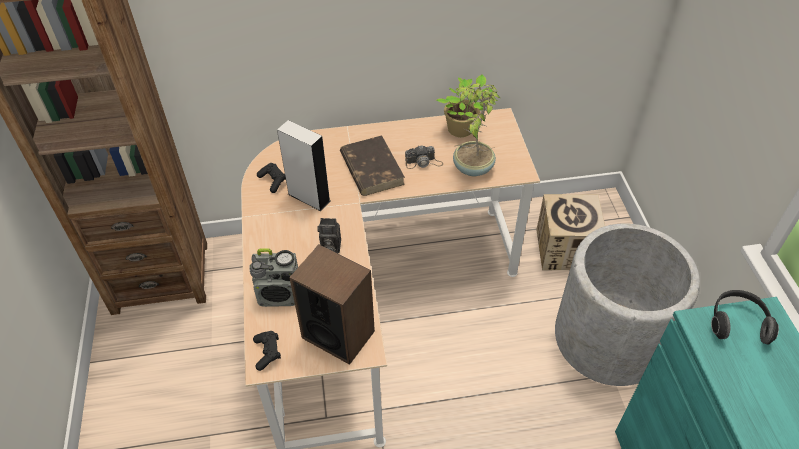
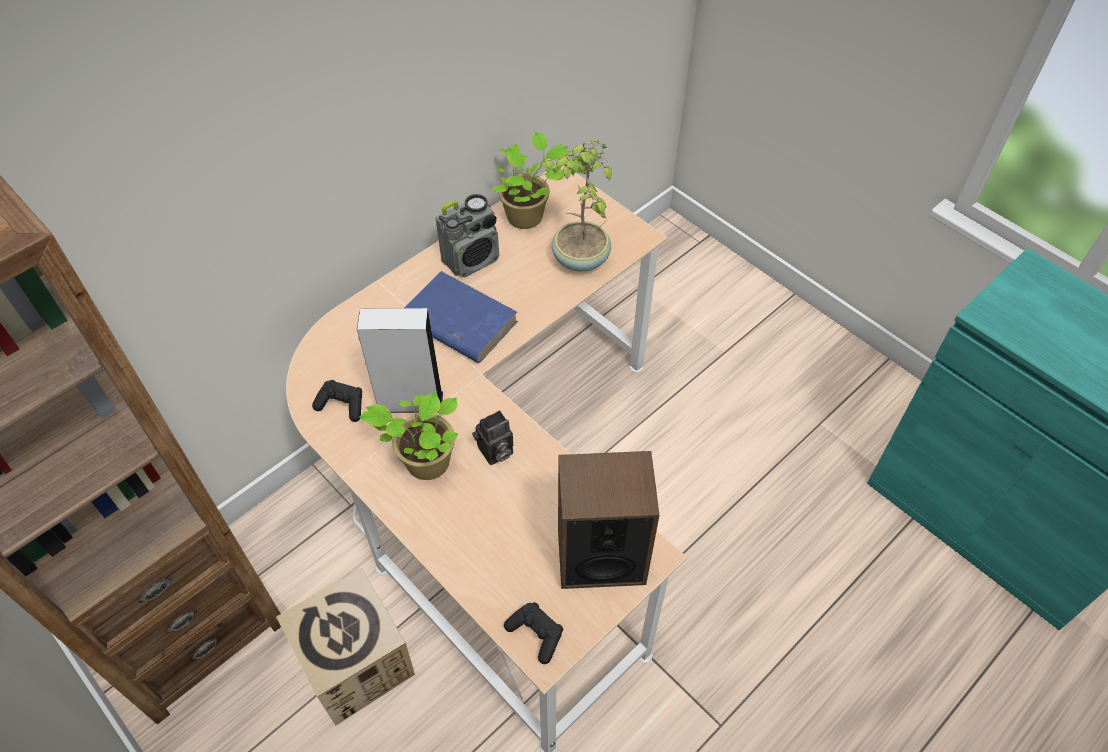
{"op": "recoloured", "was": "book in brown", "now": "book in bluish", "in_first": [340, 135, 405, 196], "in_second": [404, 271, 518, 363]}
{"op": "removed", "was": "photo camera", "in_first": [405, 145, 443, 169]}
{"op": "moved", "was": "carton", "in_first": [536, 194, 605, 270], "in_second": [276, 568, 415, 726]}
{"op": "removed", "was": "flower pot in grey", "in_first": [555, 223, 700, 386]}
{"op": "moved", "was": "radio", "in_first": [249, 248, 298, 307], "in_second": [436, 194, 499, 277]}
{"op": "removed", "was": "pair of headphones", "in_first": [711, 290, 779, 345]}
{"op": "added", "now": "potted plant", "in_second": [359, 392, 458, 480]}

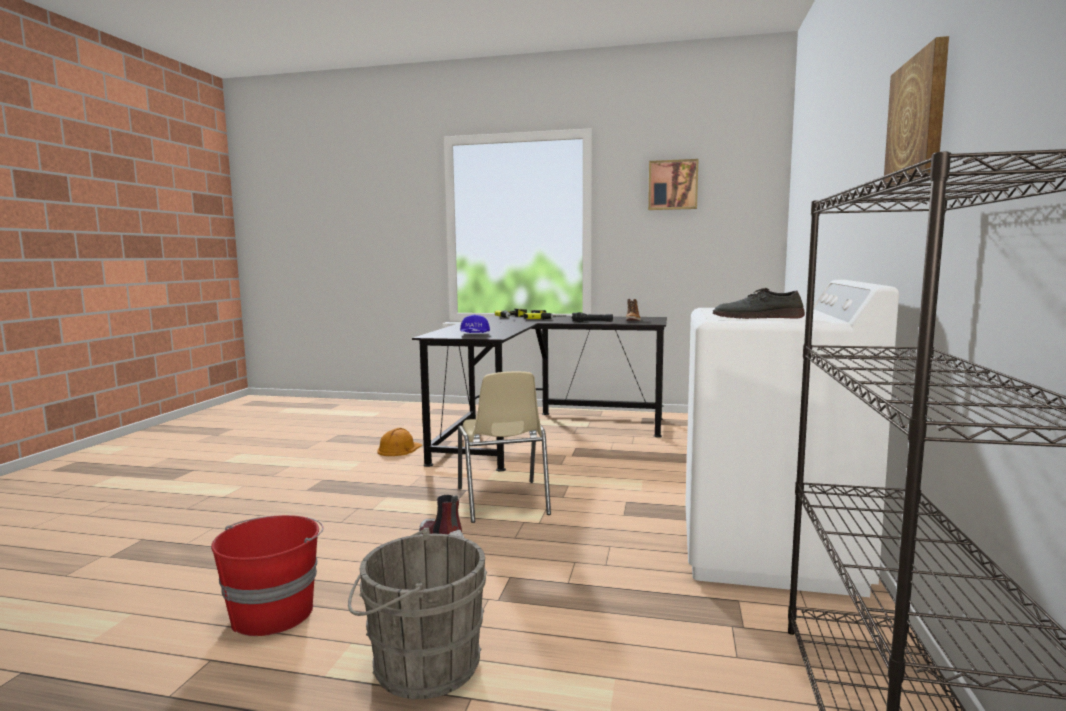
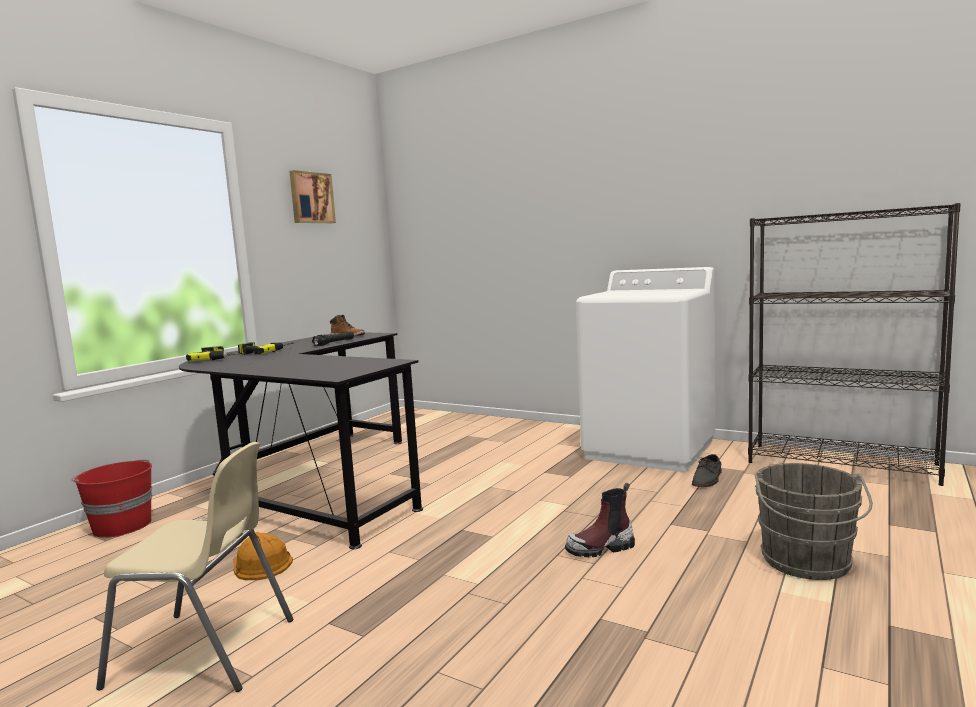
{"op": "removed", "was": "wall art", "in_first": [883, 36, 949, 189]}
{"op": "moved", "was": "shoe in grey", "in_first": [713, 288, 805, 319], "in_second": [692, 454, 722, 487]}
{"op": "removed", "was": "baseball cap in bluish", "in_first": [460, 315, 490, 333]}
{"op": "moved", "was": "chair in sand-coloured", "in_first": [458, 371, 551, 523], "in_second": [96, 442, 293, 692]}
{"op": "moved", "was": "water bucket in red-coloured", "in_first": [211, 515, 324, 636], "in_second": [72, 460, 152, 538]}

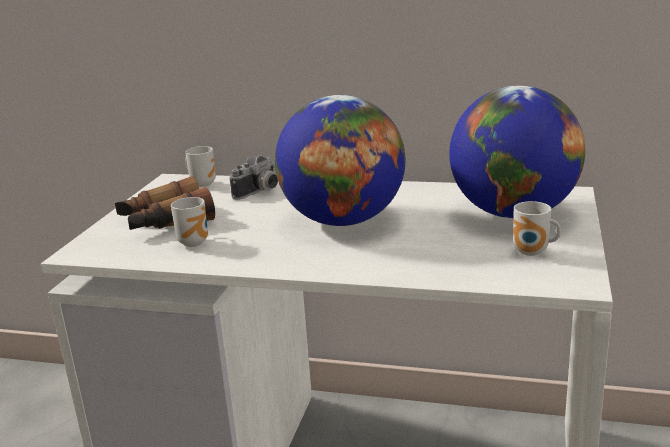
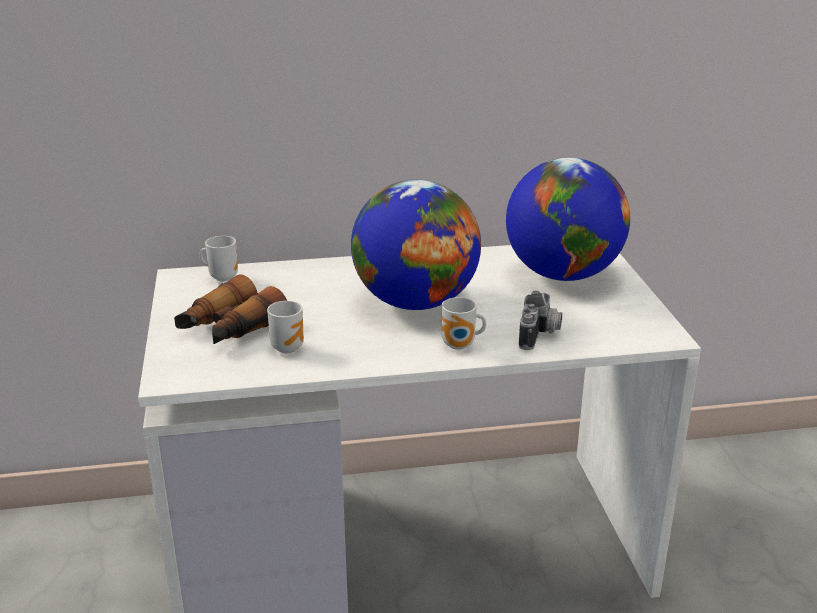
{"op": "moved", "was": "photo camera", "in_first": [229, 155, 278, 200], "in_second": [519, 291, 562, 350]}
{"op": "moved", "was": "coffee mug", "in_first": [513, 201, 561, 256], "in_second": [442, 297, 486, 350]}

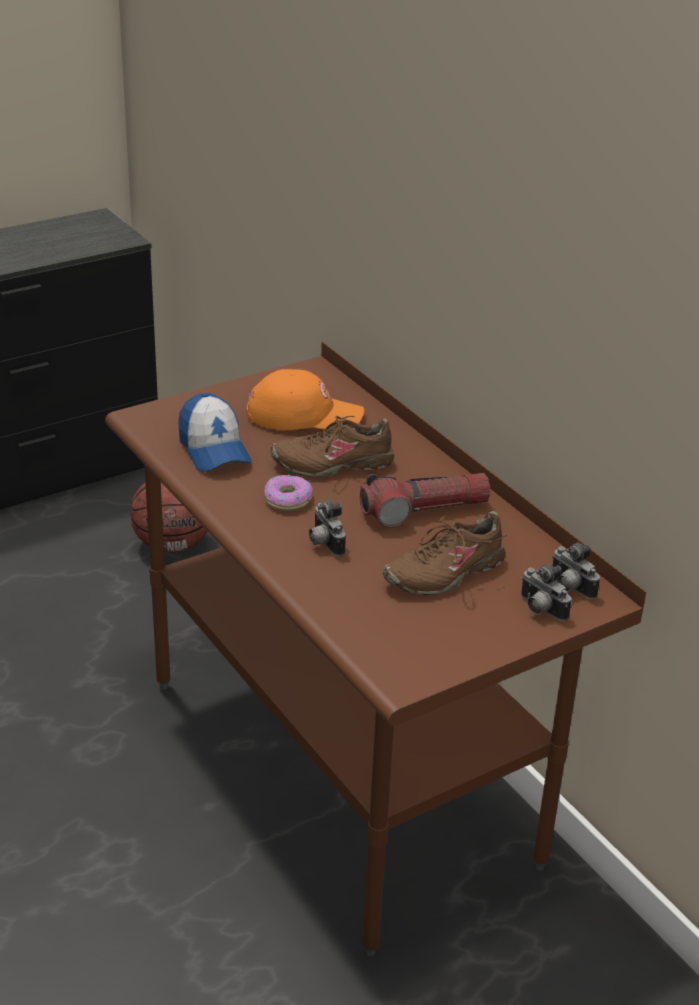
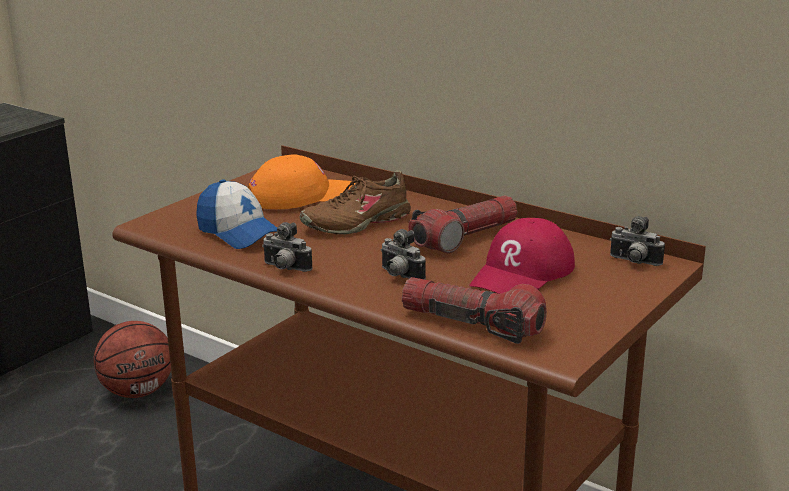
{"op": "removed", "was": "doughnut", "in_first": [264, 475, 313, 511]}
{"op": "replaced", "was": "shoe in brown", "now": "baseball cap in red-coloured", "in_first": [382, 511, 507, 595], "in_second": [469, 218, 575, 294]}
{"op": "moved", "was": "photo camera", "in_first": [521, 564, 572, 621], "in_second": [262, 222, 312, 272]}
{"op": "added", "now": "hand torch", "in_second": [402, 277, 547, 344]}

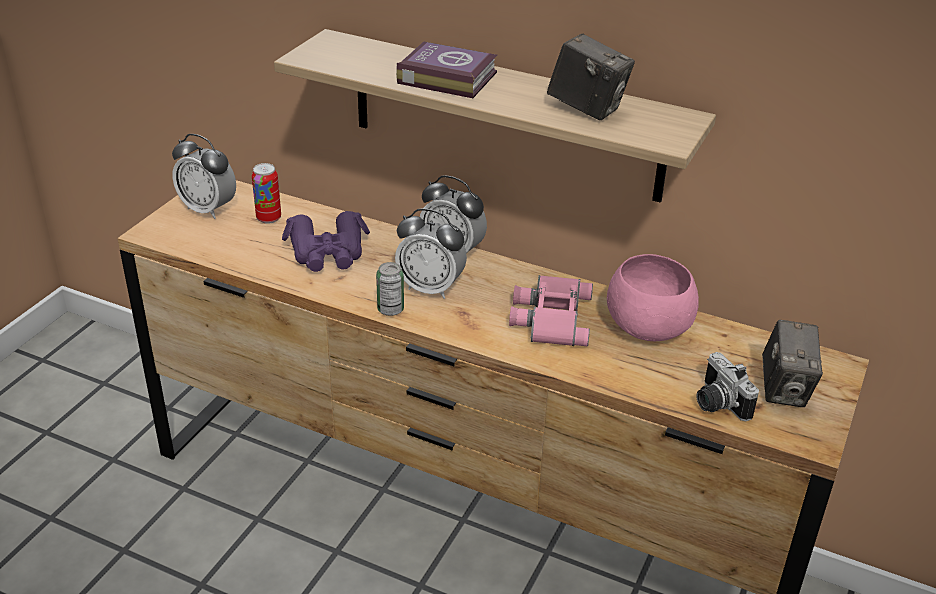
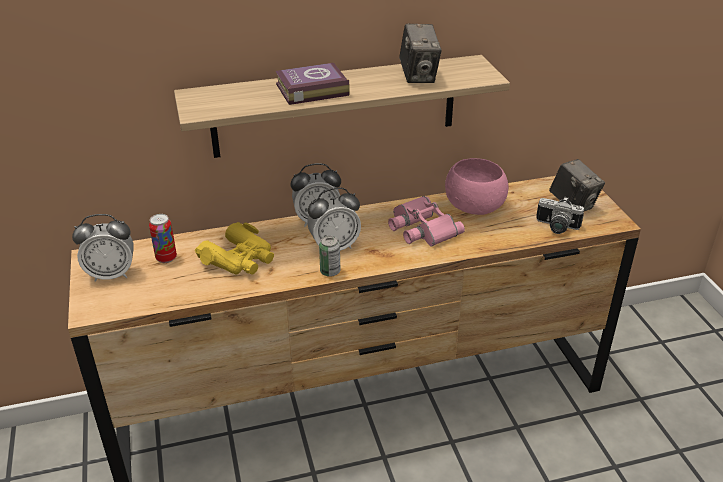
{"op": "turned", "was": "photo camera", "in_first": [547, 33, 635, 120], "in_second": [399, 24, 442, 83], "clockwise": 90}
{"op": "recoloured", "was": "pair of binoculars in purple-coloured", "now": "pair of binoculars in yellow", "in_first": [282, 211, 370, 272], "in_second": [195, 222, 274, 275]}

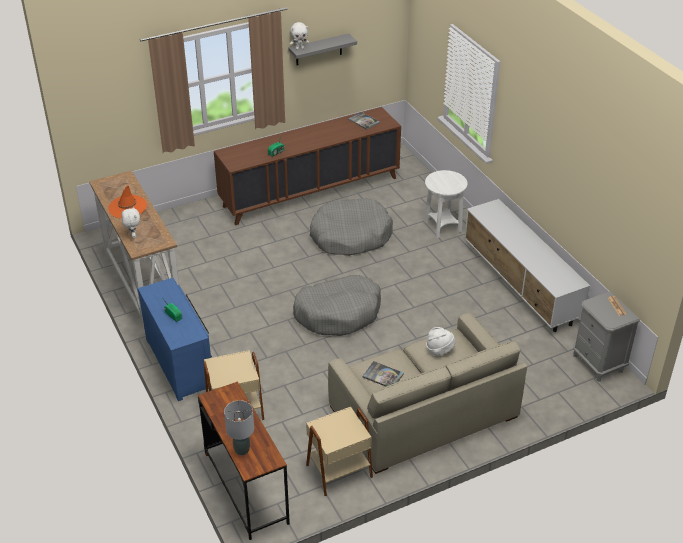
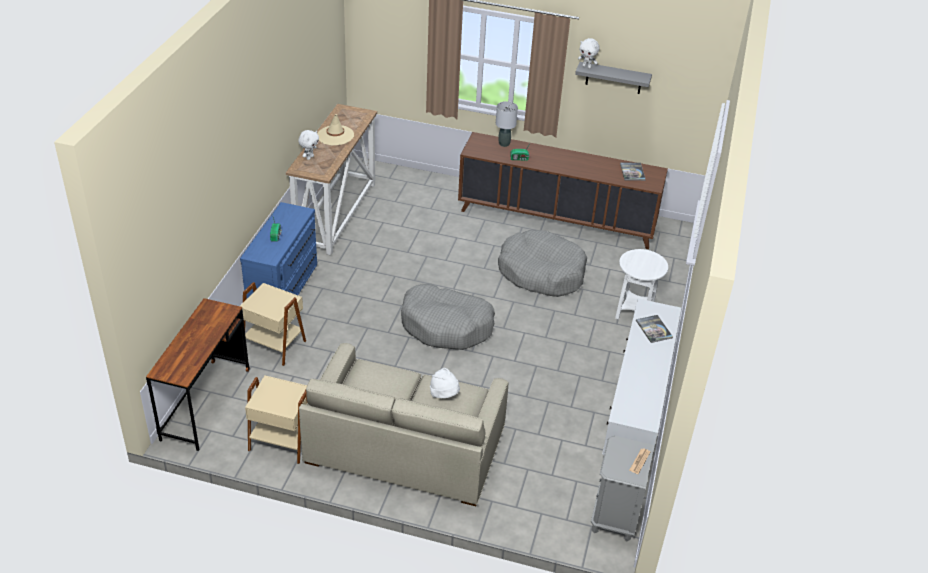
{"op": "recoloured", "was": "hat in orange-coloured", "now": "hat in sand-coloured", "in_first": [109, 185, 147, 218], "in_second": [317, 114, 354, 145]}
{"op": "moved", "was": "book", "in_first": [363, 361, 404, 387], "in_second": [636, 315, 673, 343]}
{"op": "moved", "was": "table lamp in grey", "in_first": [224, 400, 254, 455], "in_second": [496, 101, 518, 147]}

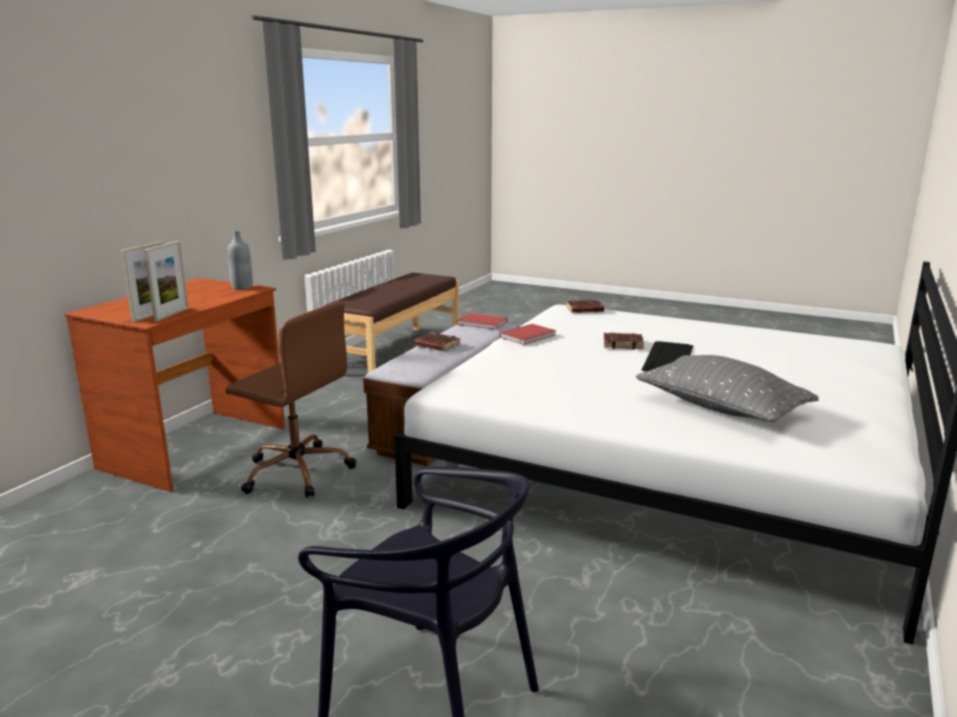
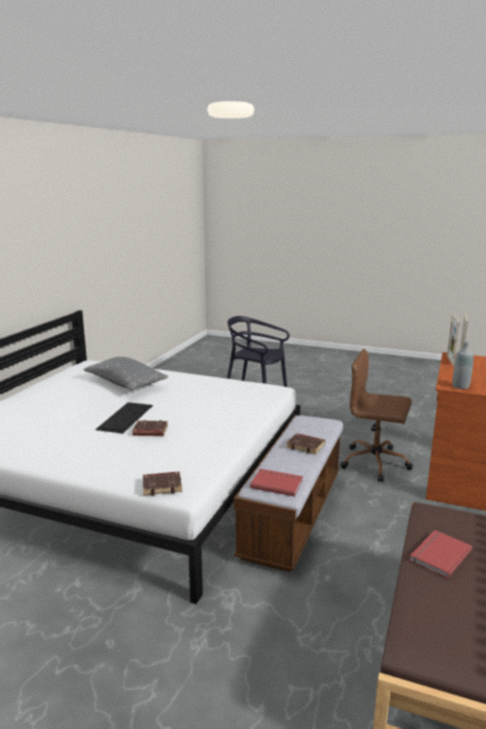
{"op": "moved", "was": "book in red-coloured", "in_first": [500, 324, 556, 345], "in_second": [410, 530, 472, 578]}

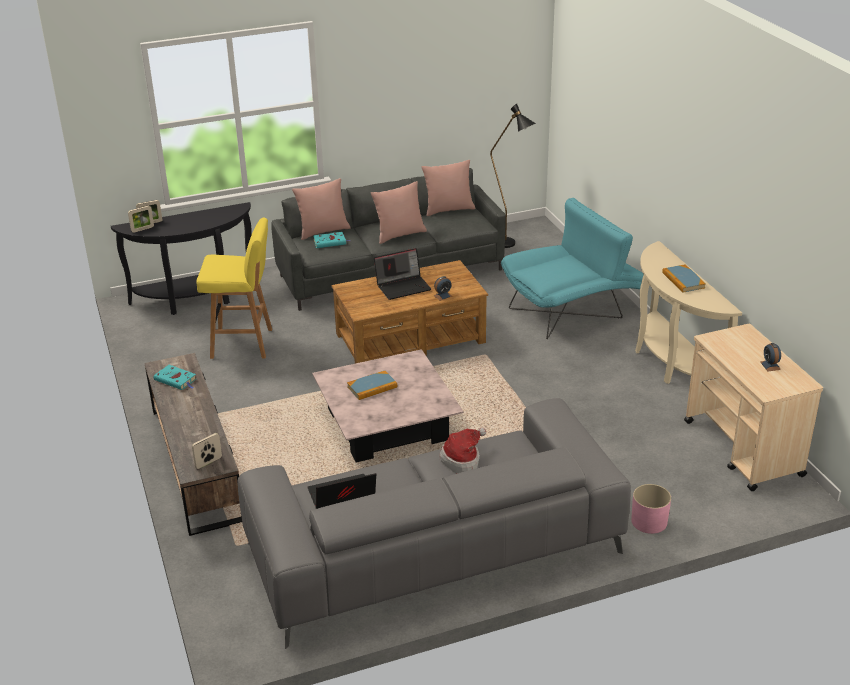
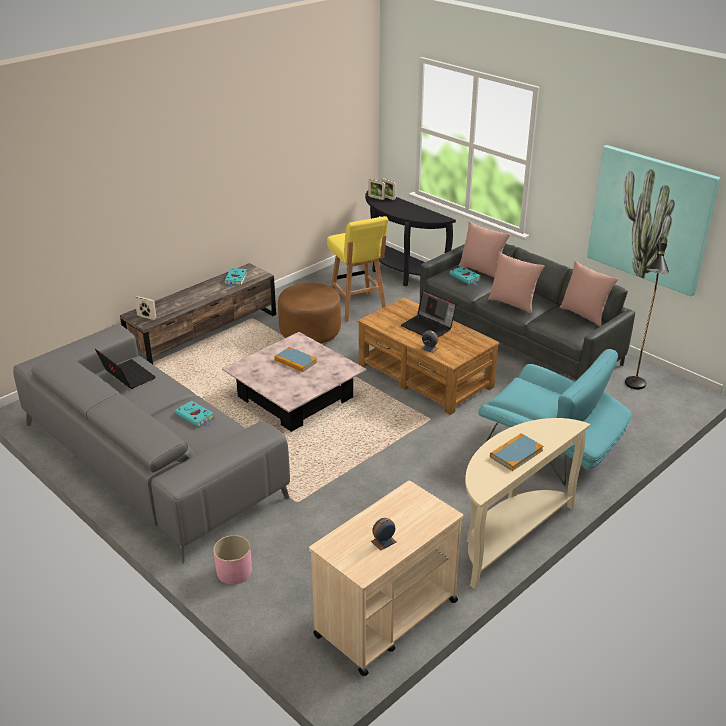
{"op": "replaced", "was": "hat", "now": "book in turquoise", "in_first": [439, 428, 486, 474], "in_second": [175, 401, 214, 427]}
{"op": "added", "now": "wall art", "in_second": [587, 145, 721, 297]}
{"op": "added", "now": "ottoman in brown", "in_second": [278, 283, 341, 344]}

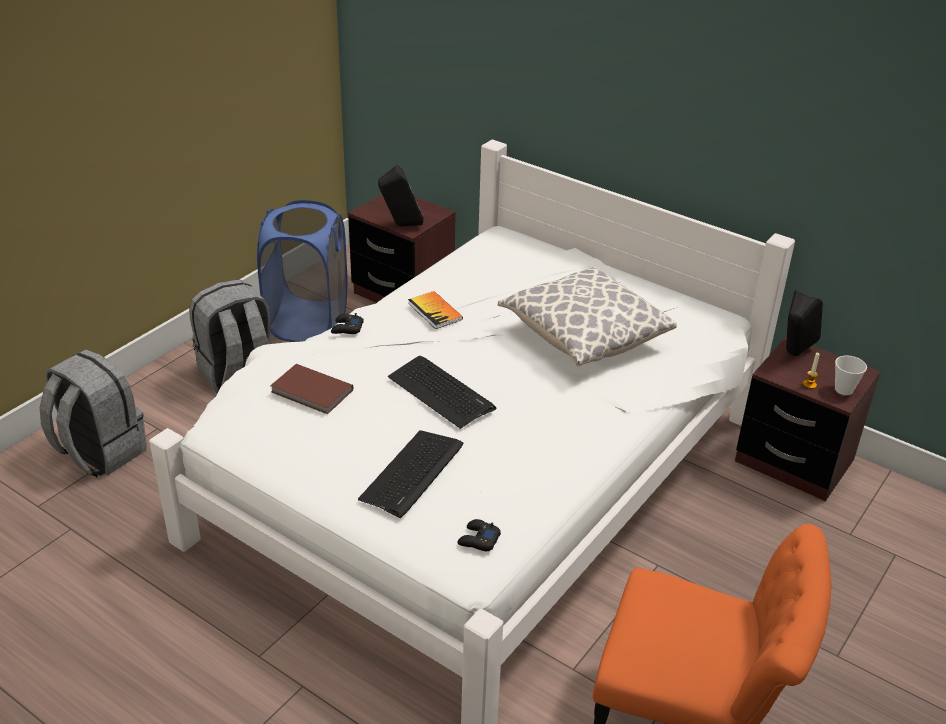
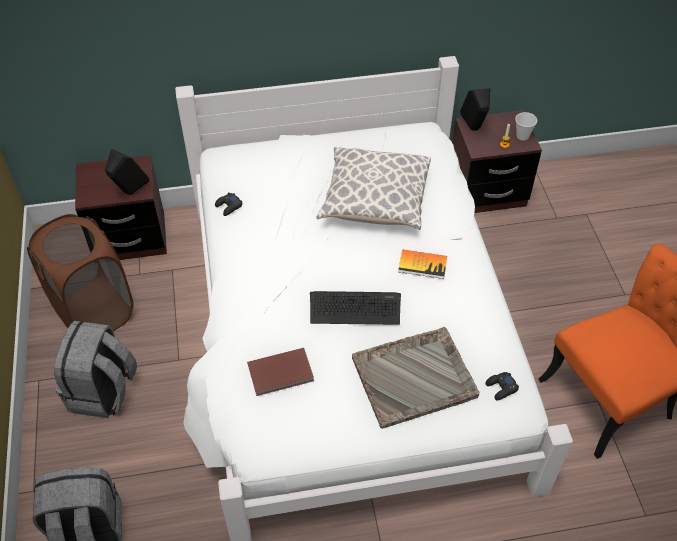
{"op": "recoloured", "was": "washing basket in bluish", "now": "washing basket in brown", "in_first": [257, 200, 348, 342], "in_second": [27, 214, 134, 331]}
{"op": "moved", "was": "book", "in_first": [408, 291, 463, 329], "in_second": [398, 250, 447, 279]}
{"op": "moved", "was": "gamepad in black", "in_first": [331, 313, 364, 334], "in_second": [215, 192, 243, 216]}
{"op": "replaced", "was": "PC keyboard", "now": "carrying tray in grey", "in_first": [358, 430, 463, 518], "in_second": [352, 327, 479, 429]}

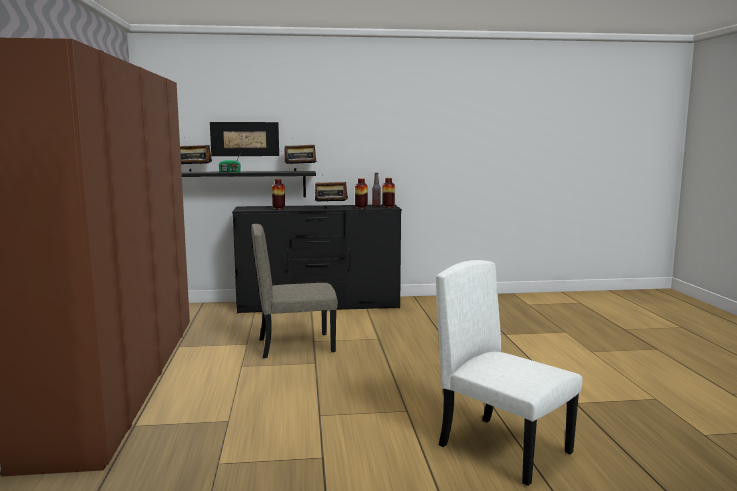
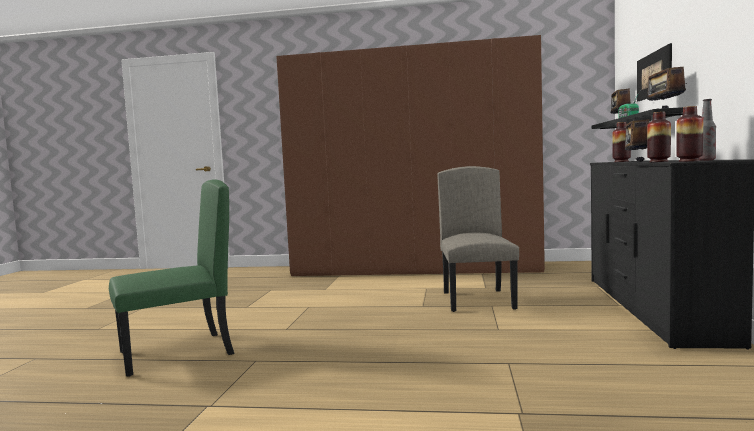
{"op": "recoloured", "was": "chair in whitish", "now": "chair in green-coloured", "in_first": [436, 260, 582, 486], "in_second": [109, 179, 234, 377]}

